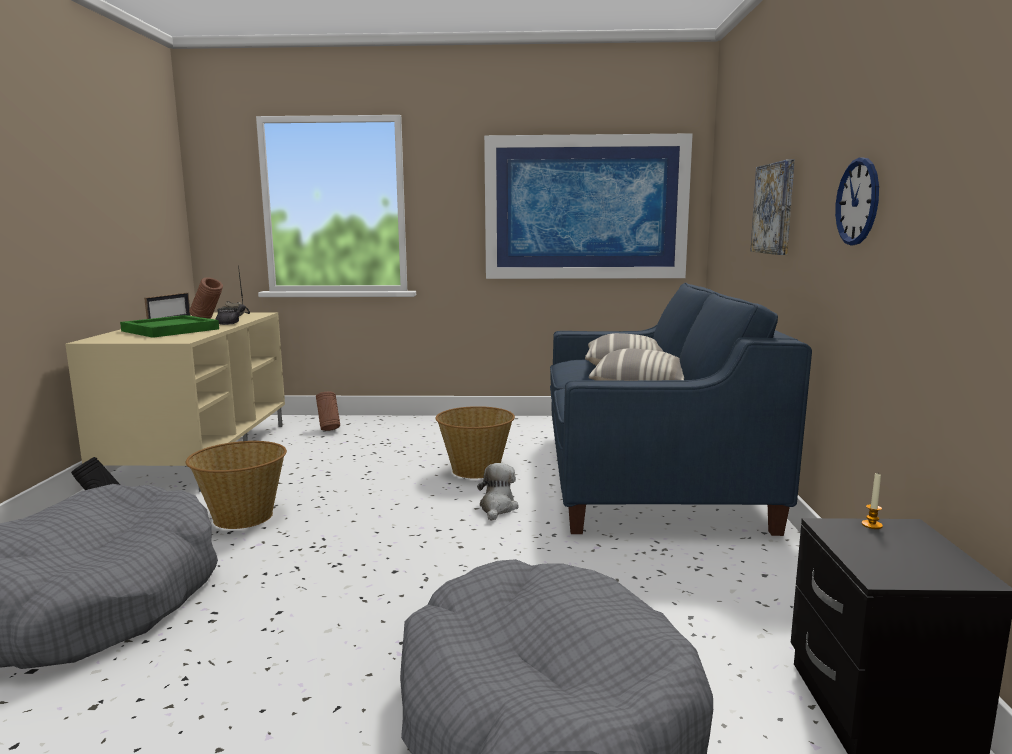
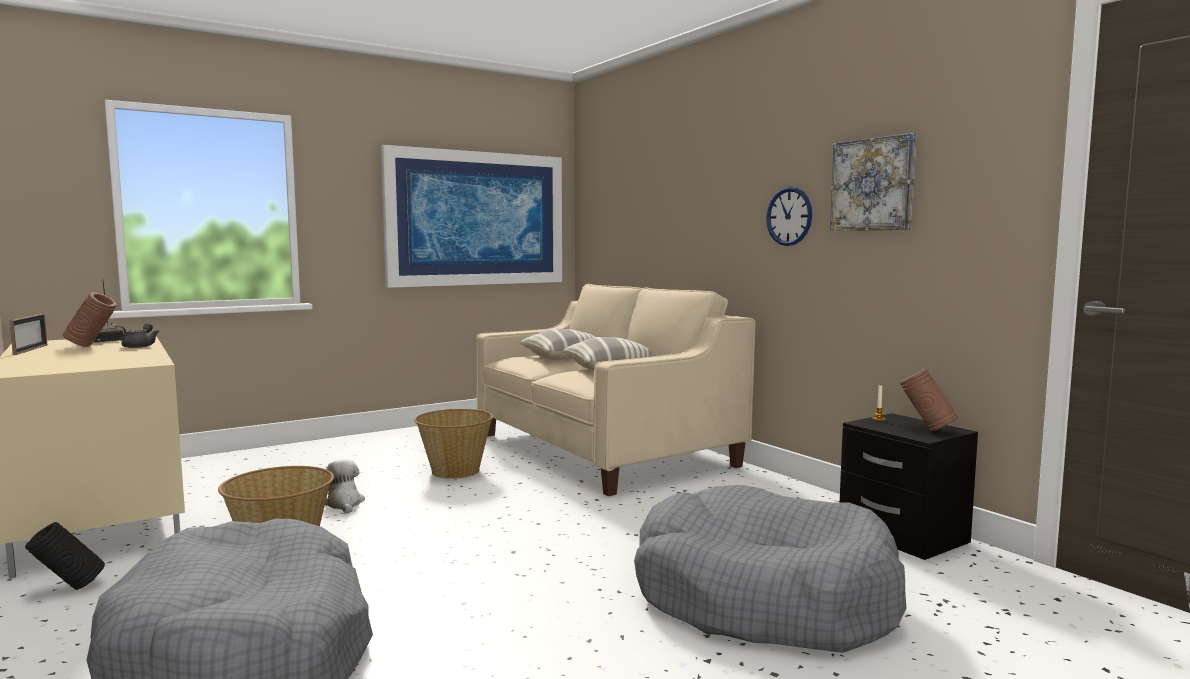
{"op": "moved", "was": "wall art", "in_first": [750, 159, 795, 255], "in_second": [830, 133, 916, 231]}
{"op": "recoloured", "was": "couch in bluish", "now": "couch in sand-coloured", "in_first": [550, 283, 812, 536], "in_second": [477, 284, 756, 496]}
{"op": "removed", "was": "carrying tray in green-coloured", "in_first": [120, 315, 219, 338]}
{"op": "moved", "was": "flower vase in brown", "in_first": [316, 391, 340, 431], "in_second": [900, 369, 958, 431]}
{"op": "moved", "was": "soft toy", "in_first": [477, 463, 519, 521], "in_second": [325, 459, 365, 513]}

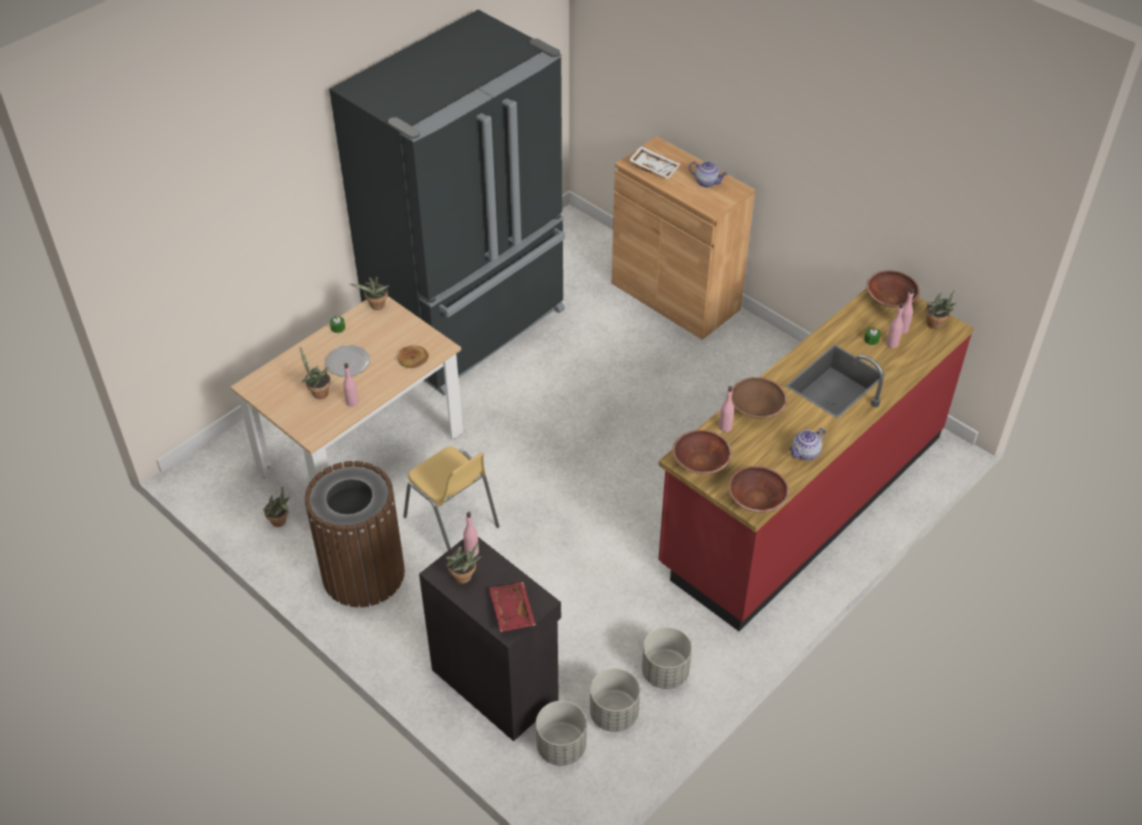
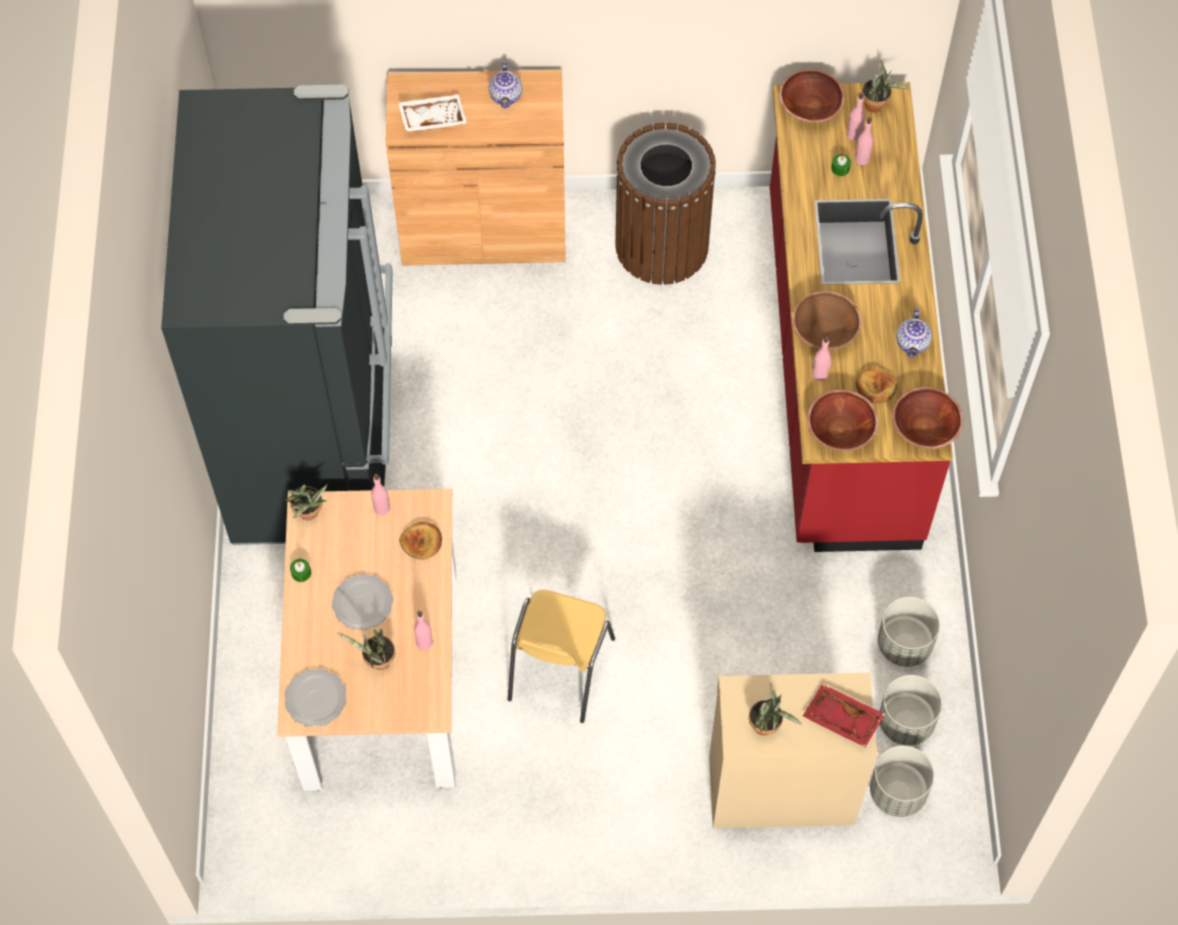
{"op": "turned", "was": "tea pot", "in_first": [689, 161, 727, 187], "in_second": [489, 62, 522, 108], "clockwise": 105}
{"op": "turned", "was": "chair in yellow", "in_first": [403, 446, 499, 550], "in_second": [507, 590, 615, 723], "clockwise": 105}
{"op": "moved", "was": "rubbish bin in brown", "in_first": [305, 461, 405, 607], "in_second": [616, 123, 716, 285]}
{"op": "removed", "was": "potted plant", "in_first": [263, 487, 290, 527]}
{"op": "moved", "was": "drink bottle in pinkish", "in_first": [463, 512, 479, 557], "in_second": [371, 474, 390, 515]}
{"op": "recoloured", "was": "cabinet in black", "now": "cabinet in sand-coloured", "in_first": [419, 537, 561, 741], "in_second": [709, 673, 877, 829]}
{"op": "added", "now": "bakery bread", "in_second": [856, 367, 898, 403]}
{"op": "added", "now": "flat dish", "in_second": [285, 669, 347, 727]}

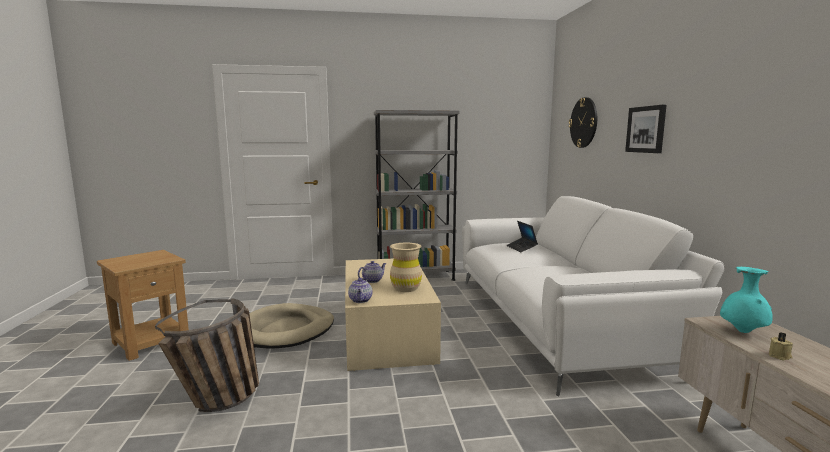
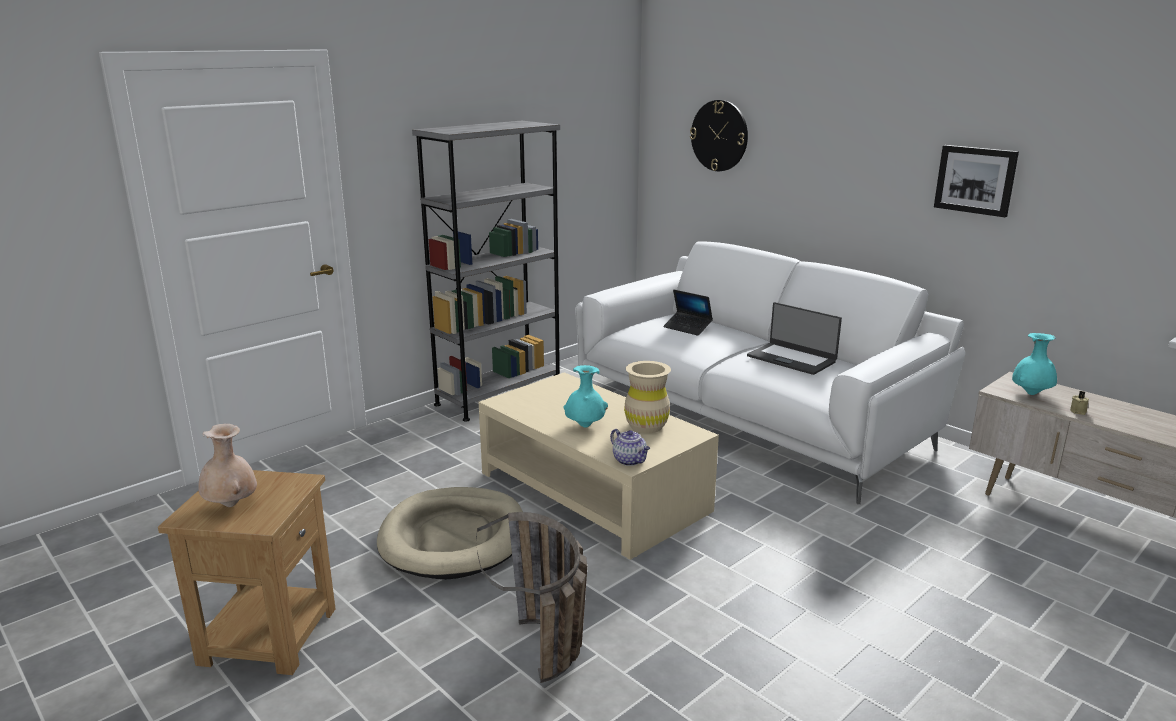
{"op": "moved", "was": "wall art", "in_first": [625, 105, 666, 153], "in_second": [934, 145, 1019, 217]}
{"op": "replaced", "was": "tea pot", "now": "flower vase in turquoise", "in_first": [358, 261, 386, 283], "in_second": [563, 365, 608, 428]}
{"op": "added", "now": "laptop", "in_second": [747, 302, 842, 375]}
{"op": "added", "now": "flower vase in sand-coloured", "in_second": [198, 424, 257, 507]}

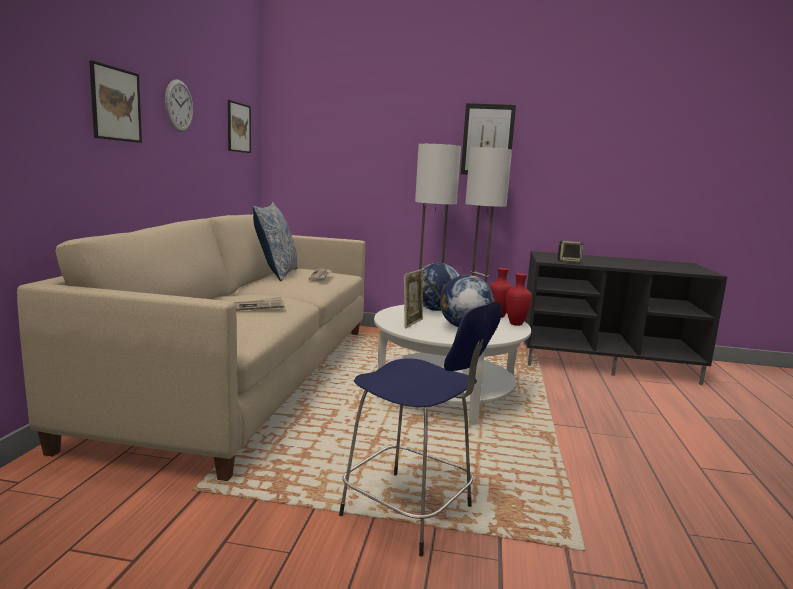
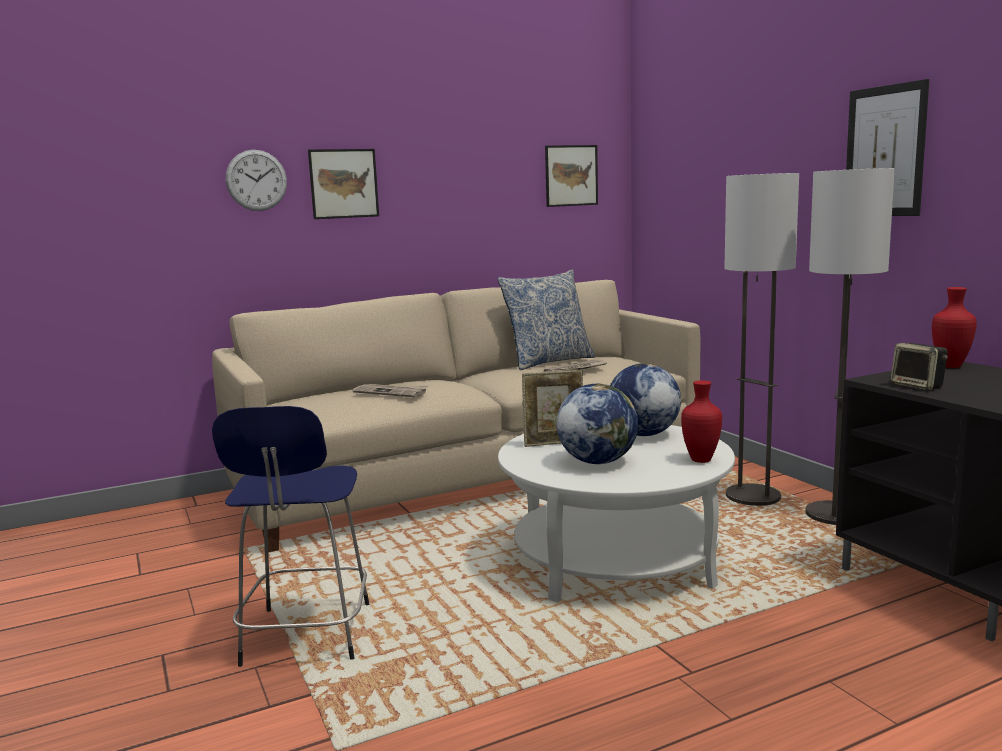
{"op": "moved", "was": "wall clock", "in_first": [165, 79, 193, 132], "in_second": [226, 150, 287, 211]}
{"op": "moved", "was": "flower vase in red-coloured", "in_first": [506, 273, 532, 326], "in_second": [932, 287, 977, 368]}

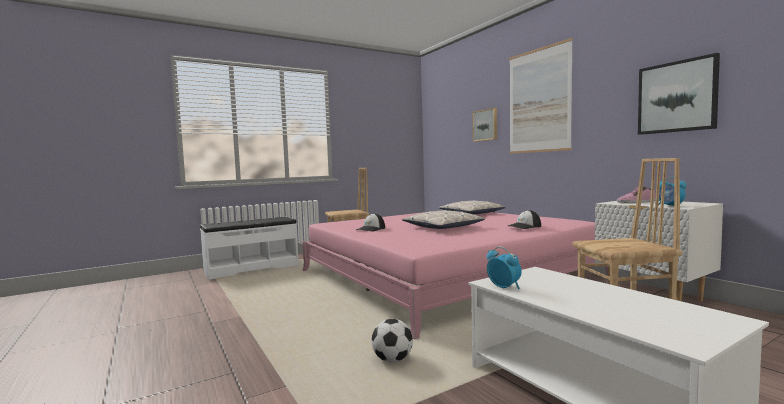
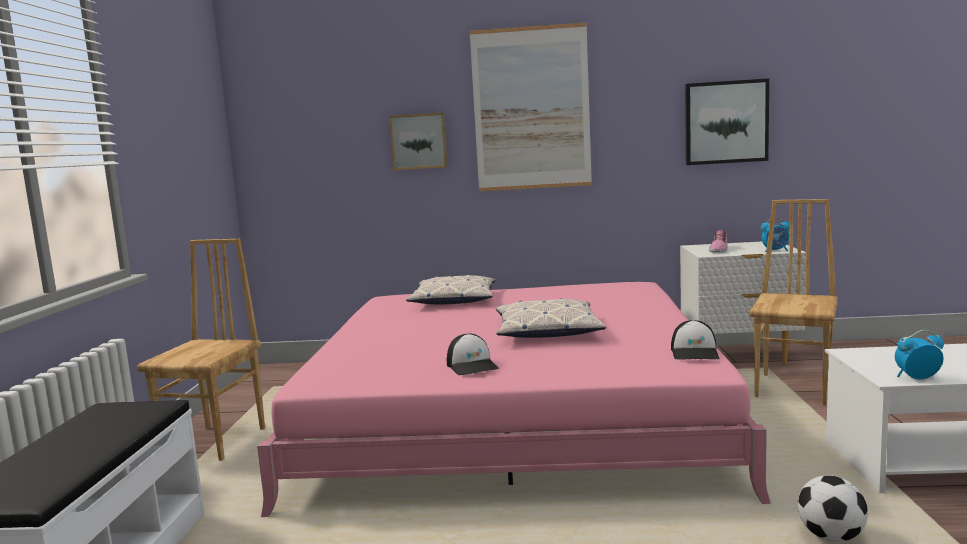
{"op": "moved", "was": "baseball cap", "in_first": [508, 210, 541, 229], "in_second": [671, 320, 720, 360]}

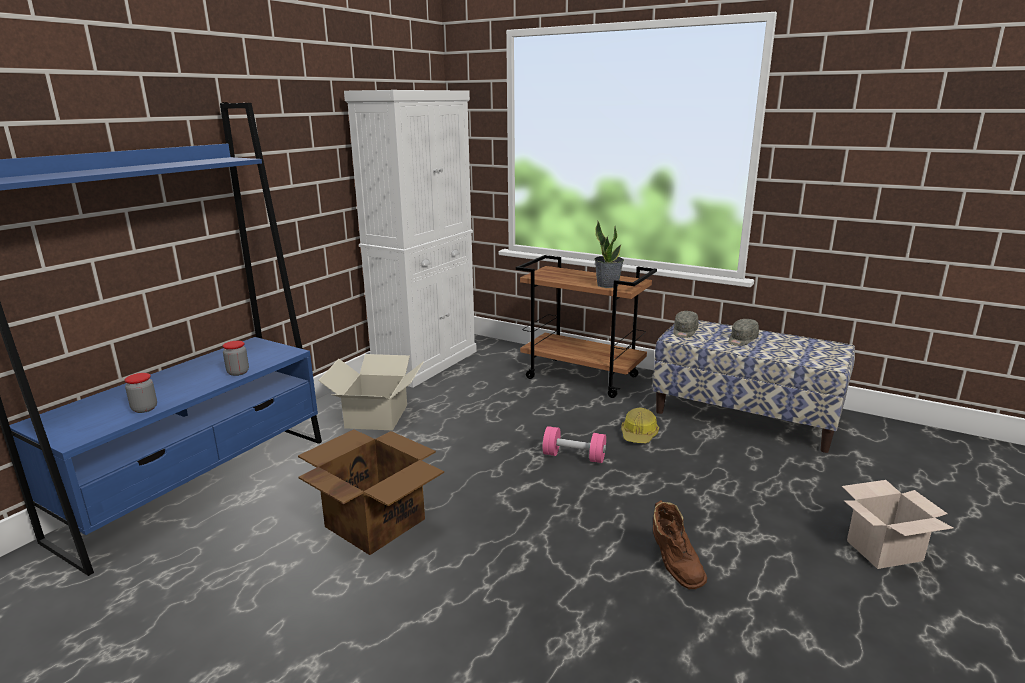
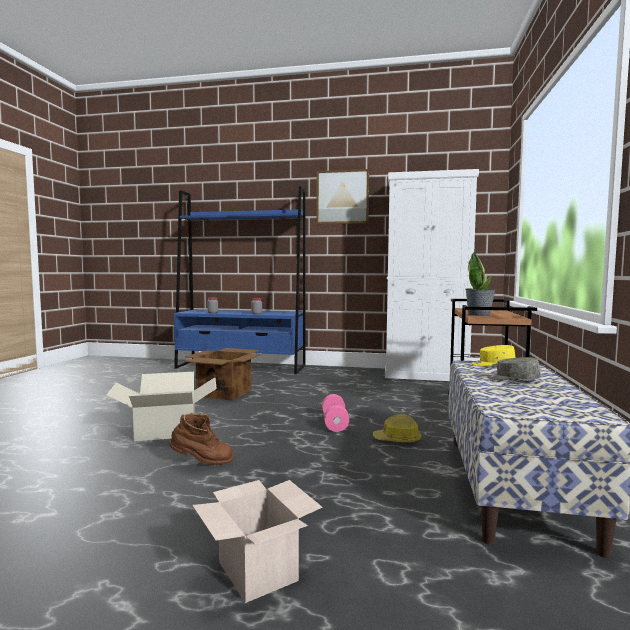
{"op": "recoloured", "was": "baseball cap in grey", "now": "baseball cap in yellow", "in_first": [673, 311, 698, 338], "in_second": [472, 345, 516, 366]}
{"op": "moved", "was": "carton", "in_first": [318, 354, 423, 430], "in_second": [106, 372, 217, 442]}
{"op": "turned", "was": "tall boot in brown", "in_first": [653, 500, 707, 589], "in_second": [169, 413, 234, 465], "clockwise": -150}
{"op": "added", "now": "wall art", "in_second": [316, 169, 369, 224]}

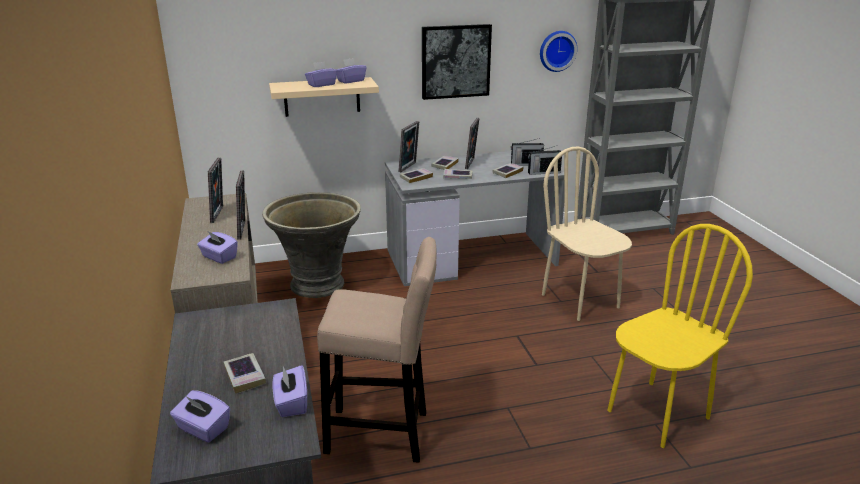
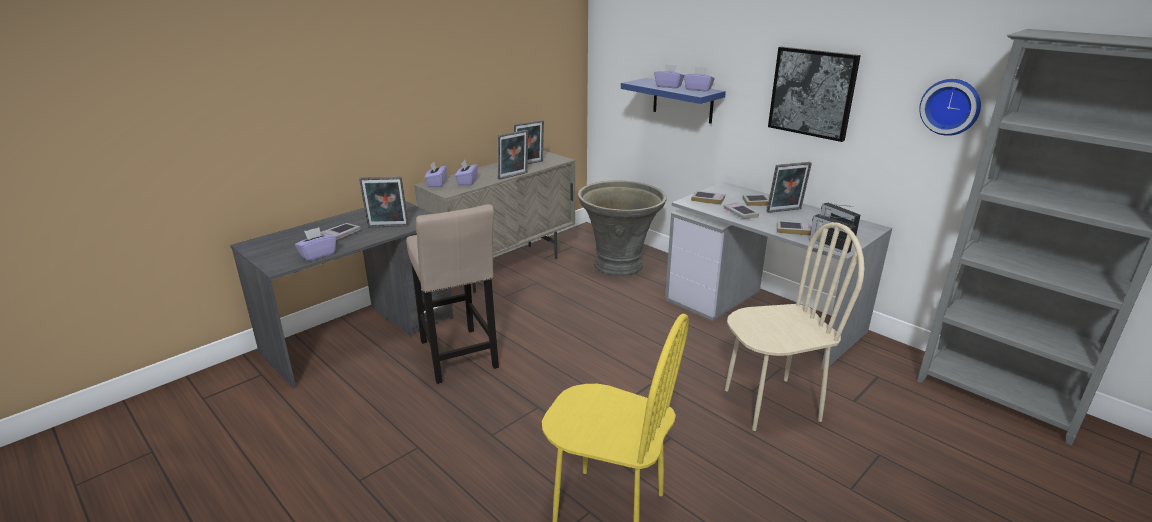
{"op": "recoloured", "was": "wall shelf in sand-coloured", "now": "wall shelf in bluish", "in_first": [269, 77, 379, 117], "in_second": [621, 78, 726, 124]}
{"op": "moved", "was": "standing frame", "in_first": [398, 121, 419, 172], "in_second": [359, 177, 409, 227]}
{"op": "turned", "was": "chair in sand-coloured", "in_first": [542, 147, 632, 321], "in_second": [725, 222, 864, 431], "clockwise": 45}
{"op": "moved", "was": "box of tissues in purple-coloured", "in_first": [170, 390, 230, 442], "in_second": [425, 161, 447, 187]}

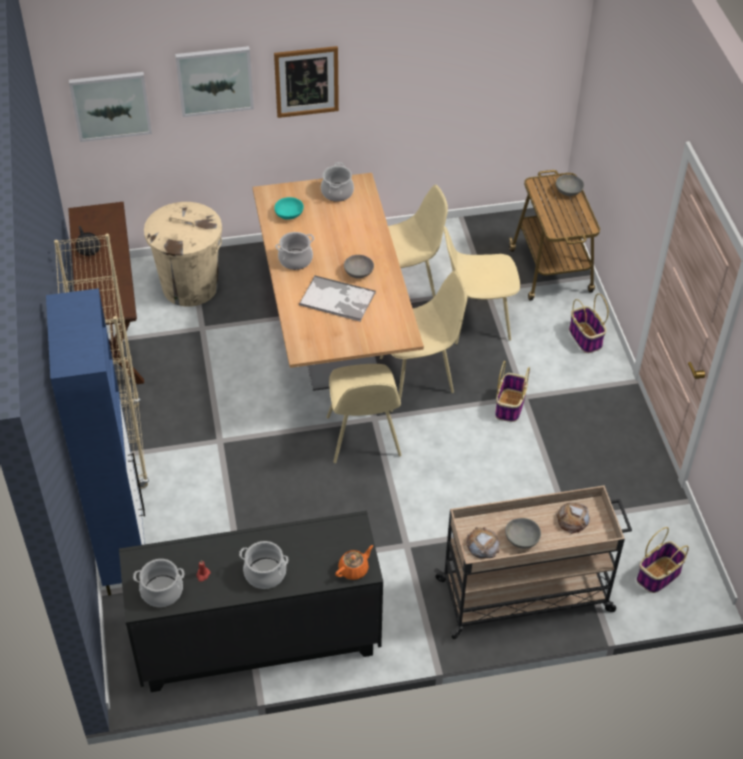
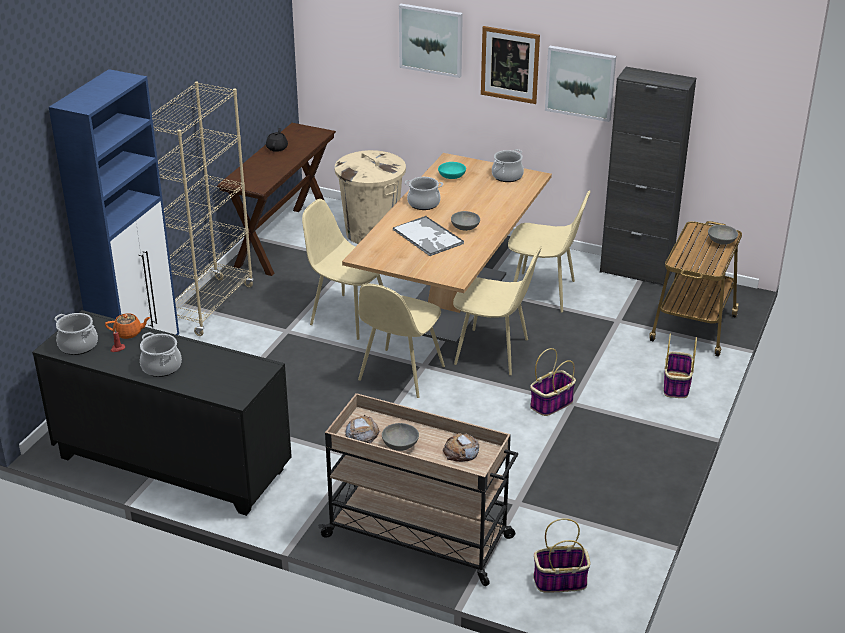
{"op": "moved", "was": "wall art", "in_first": [69, 72, 152, 142], "in_second": [545, 46, 616, 122]}
{"op": "moved", "was": "chair in sand-coloured", "in_first": [443, 226, 520, 344], "in_second": [302, 199, 383, 340]}
{"op": "moved", "was": "tea pot in orange-coloured", "in_first": [335, 545, 373, 580], "in_second": [105, 313, 151, 339]}
{"op": "added", "now": "cabinet in black", "in_second": [600, 67, 696, 285]}

